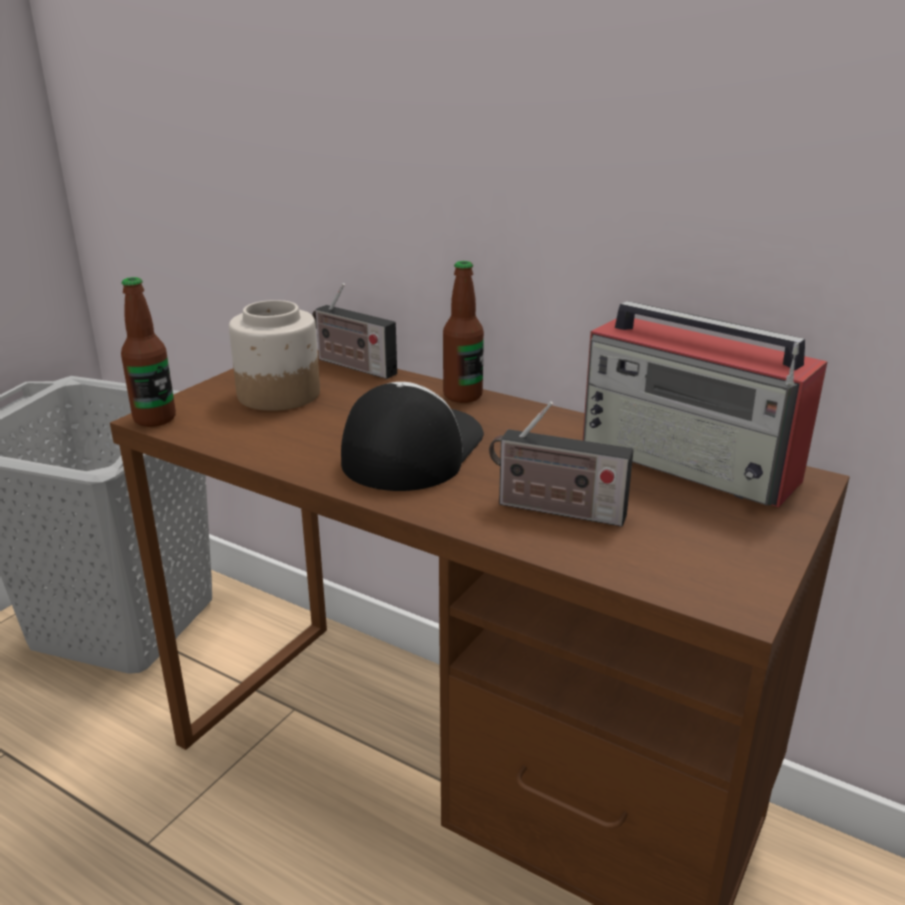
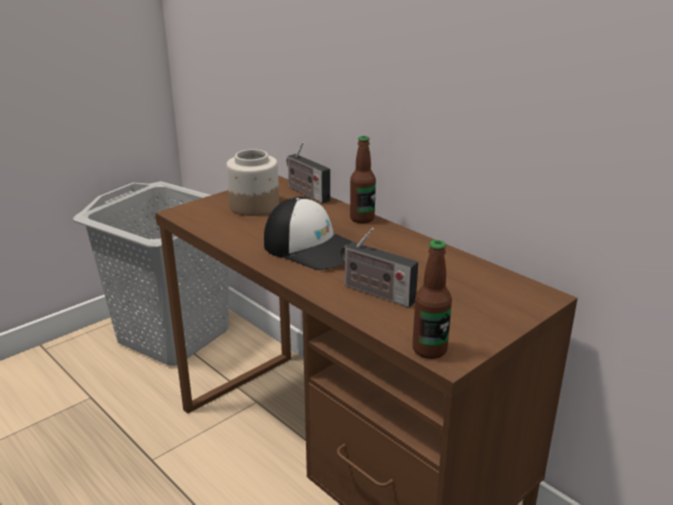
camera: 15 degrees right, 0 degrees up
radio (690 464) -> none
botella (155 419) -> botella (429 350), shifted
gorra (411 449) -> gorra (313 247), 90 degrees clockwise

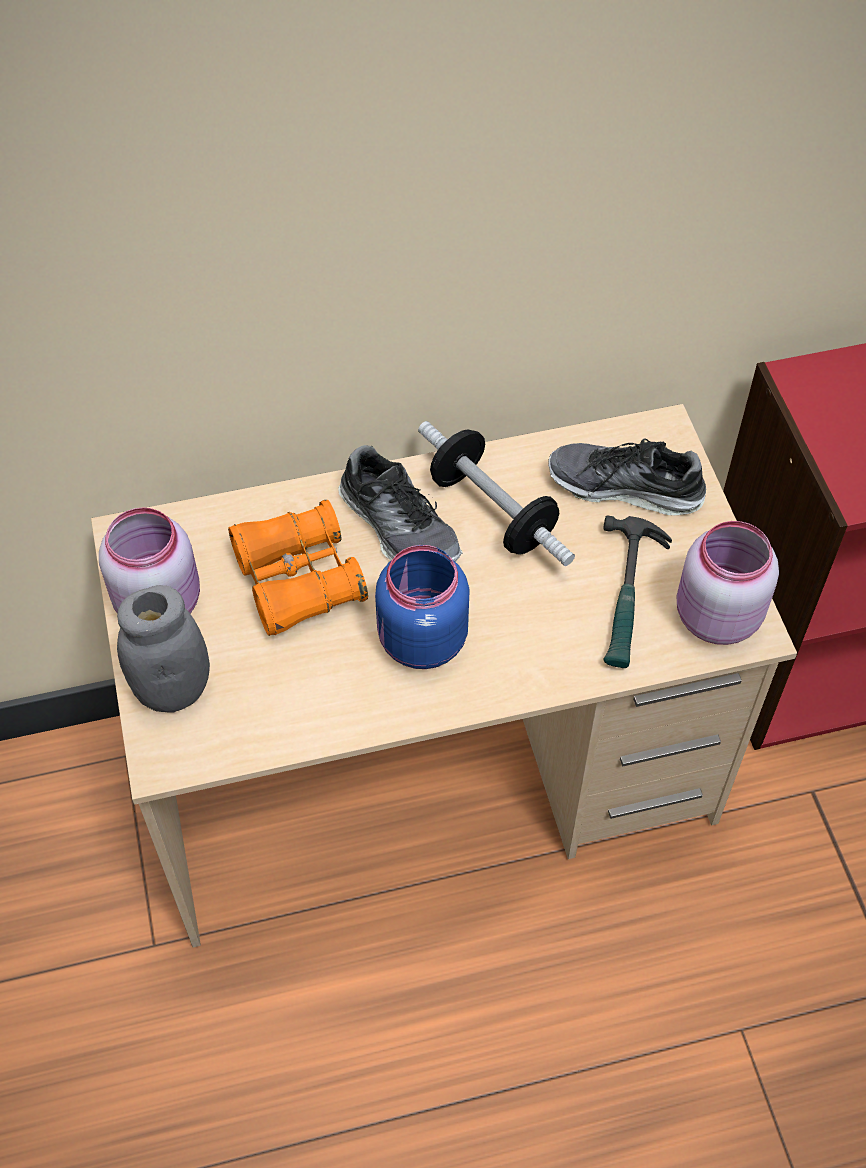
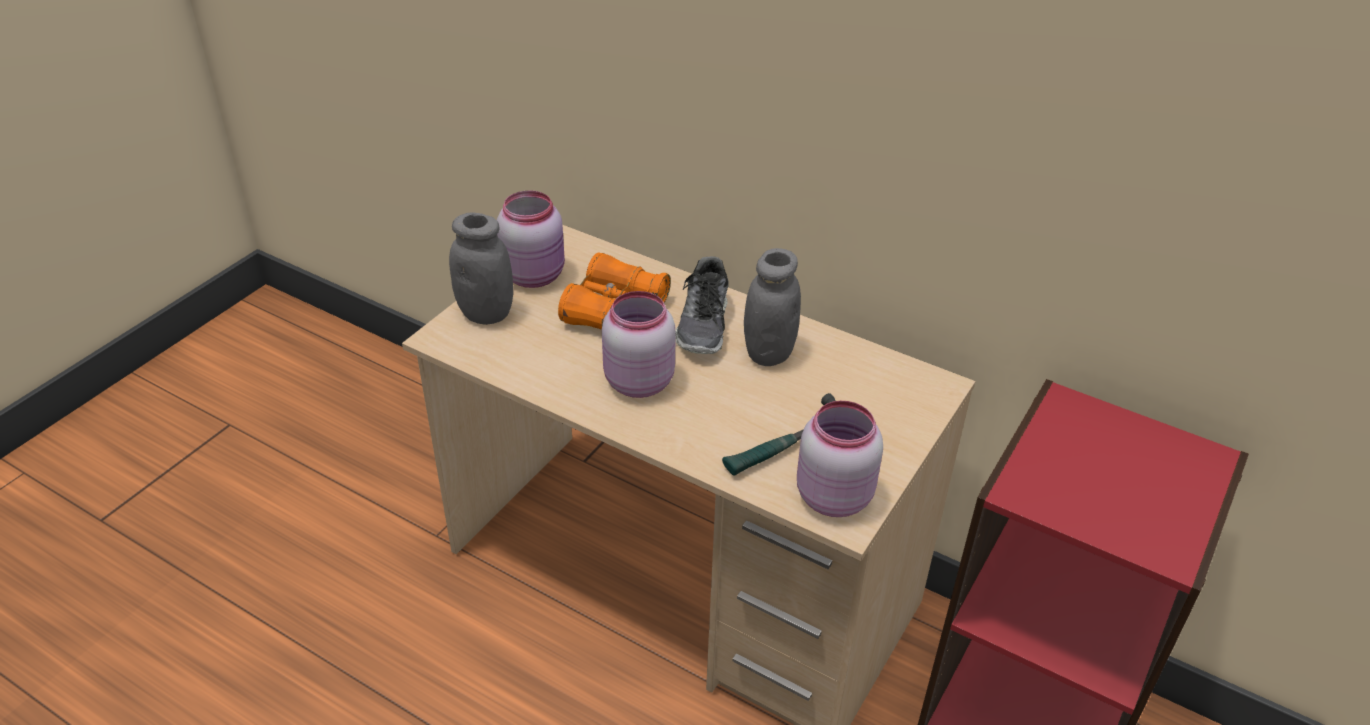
camera: 45 degrees right, 15 degrees down
zapato (625 488) -> none
mancuerna (492 511) -> tarro/gris (769 353)
tarro/azul (420 642) -> tarro/rosa (637 381)

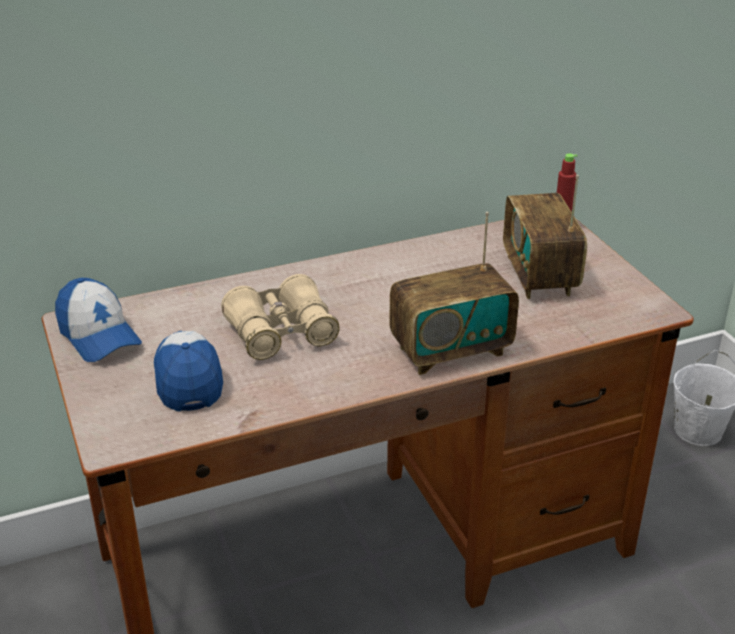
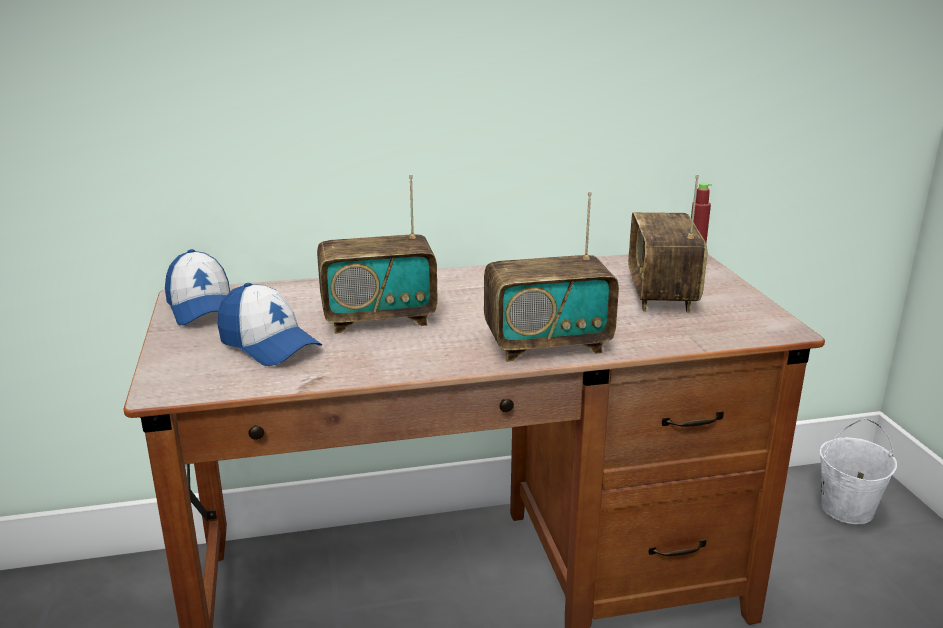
camera: 10 degrees right, 10 degrees down
prismáticos/beis (281 333) -> radio (378 319)
gorra (188 377) -> gorra (269 345), 135 degrees clockwise

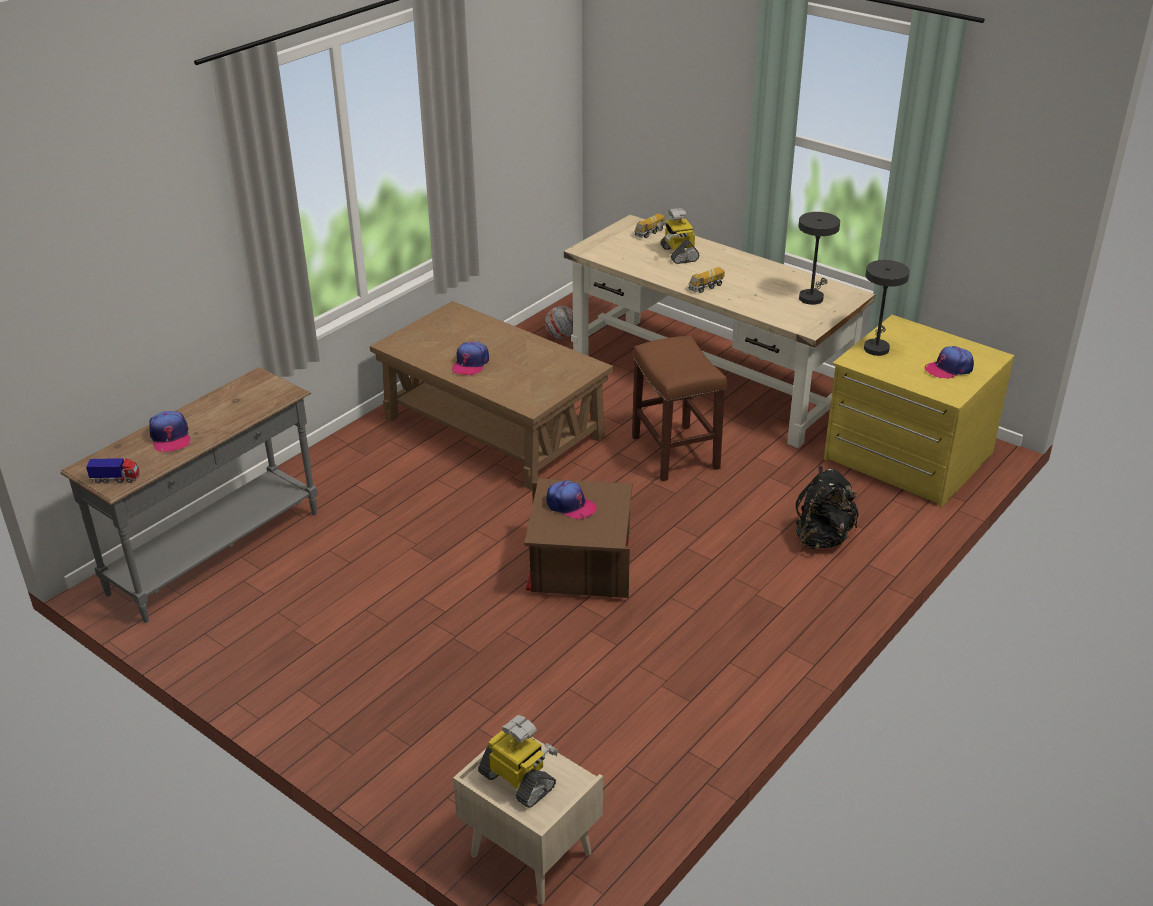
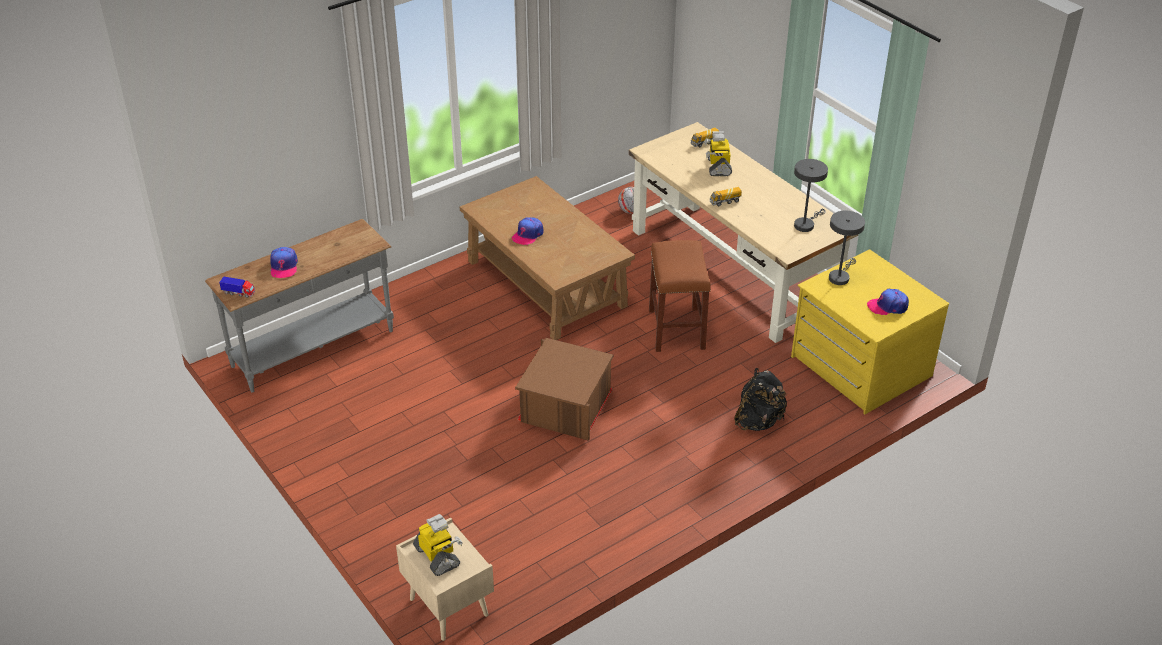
camera: 15 degrees right, 5 degrees up
gorra (570 505) -> none

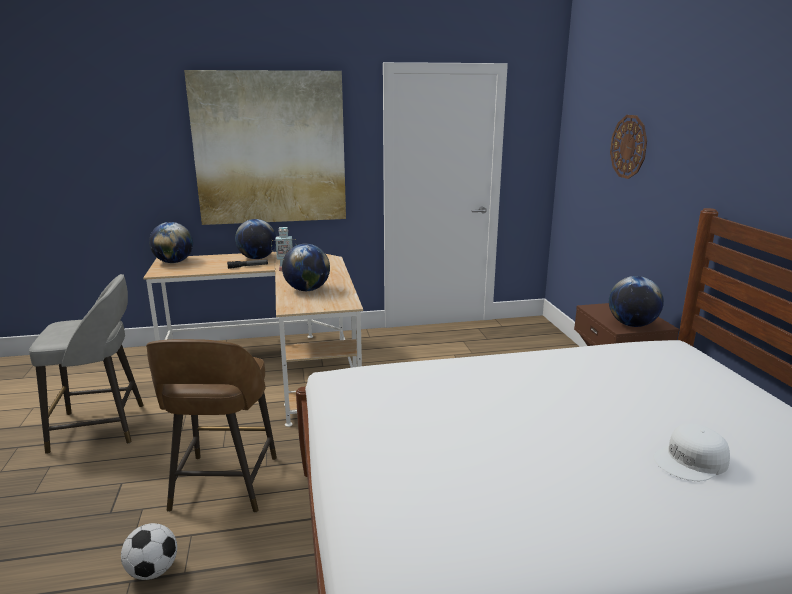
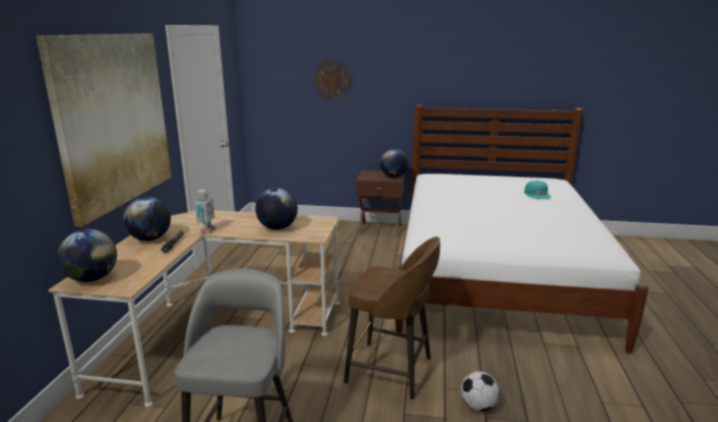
camera: 70 degrees left, 0 degrees up
gorra/blanco (691 461) -> gorra/turquesa (537 194)

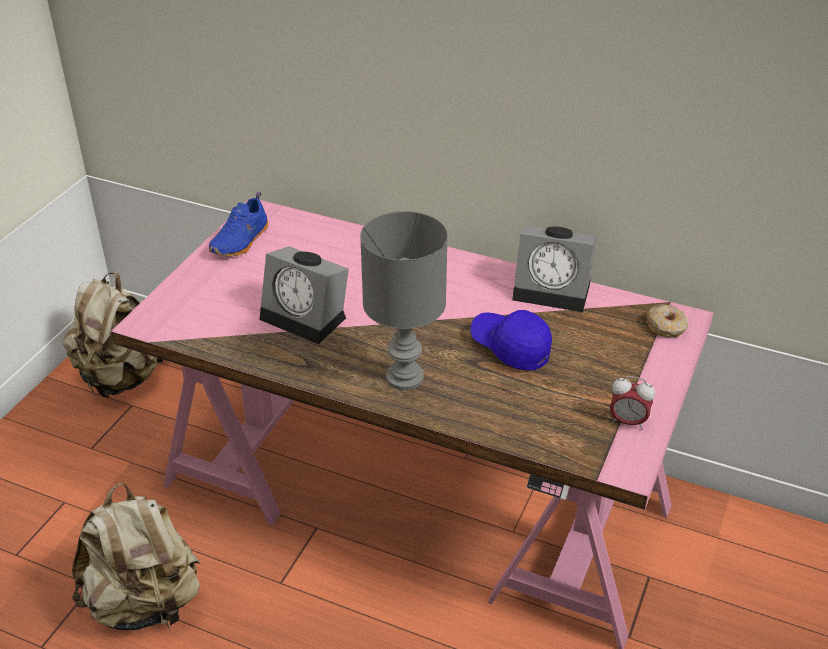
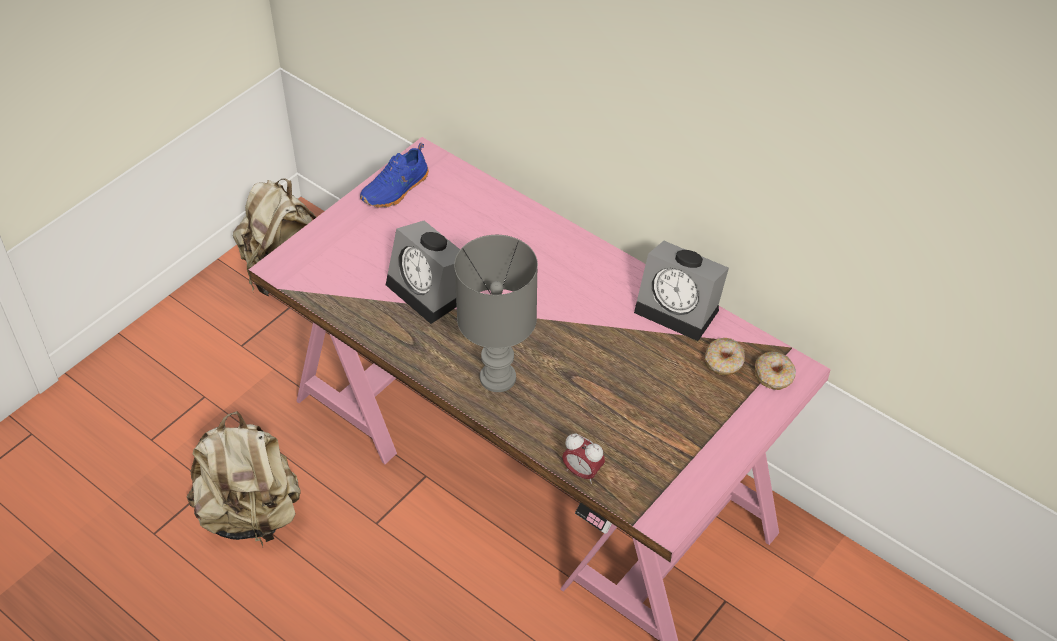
camera: 15 degrees right, 10 degrees up
gorra/azul (510 348) -> none
none -> rosquilla (724 362)
despertador (627 422) -> despertador (582 472), shifted

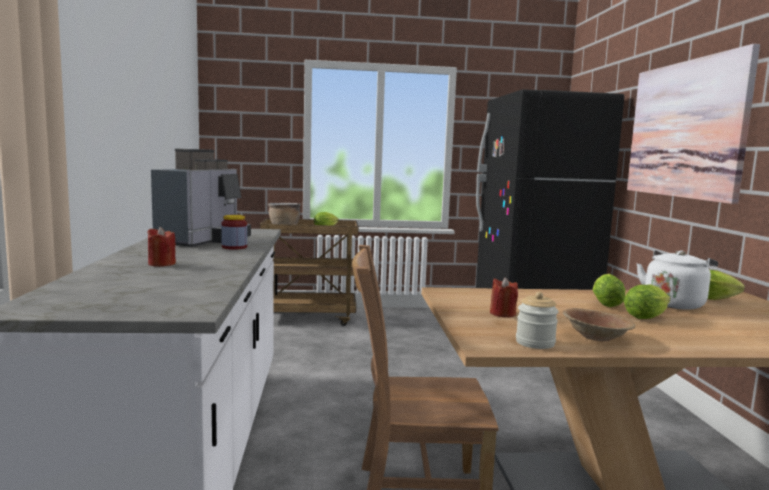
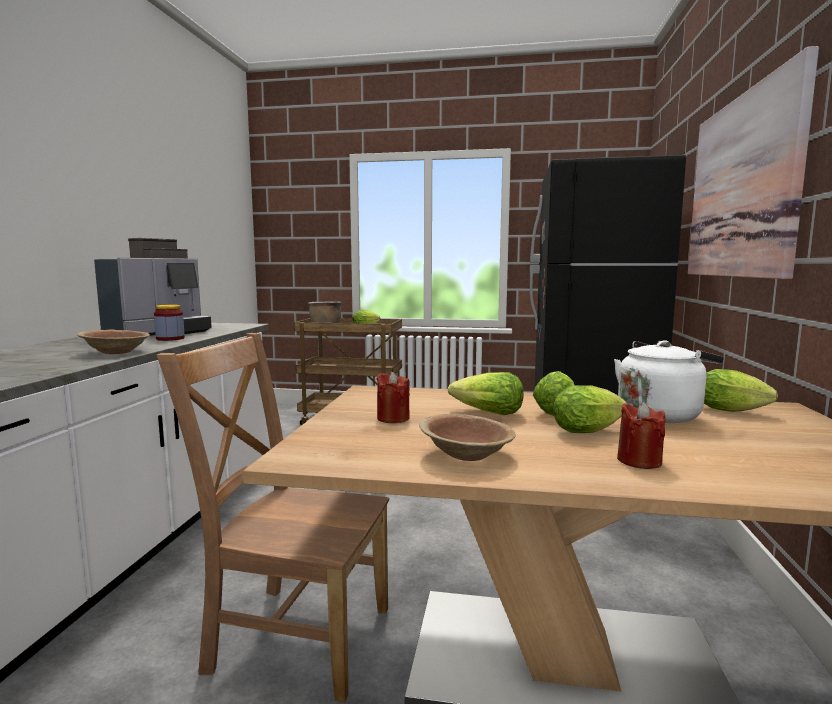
camera: 15 degrees right, 0 degrees up
tarro (535 343) -> none
none -> cuenco/marrón (116 352)
none -> lechuga (487 413)
vela/rojo (162 264) -> vela/rojo (639 461), shifted

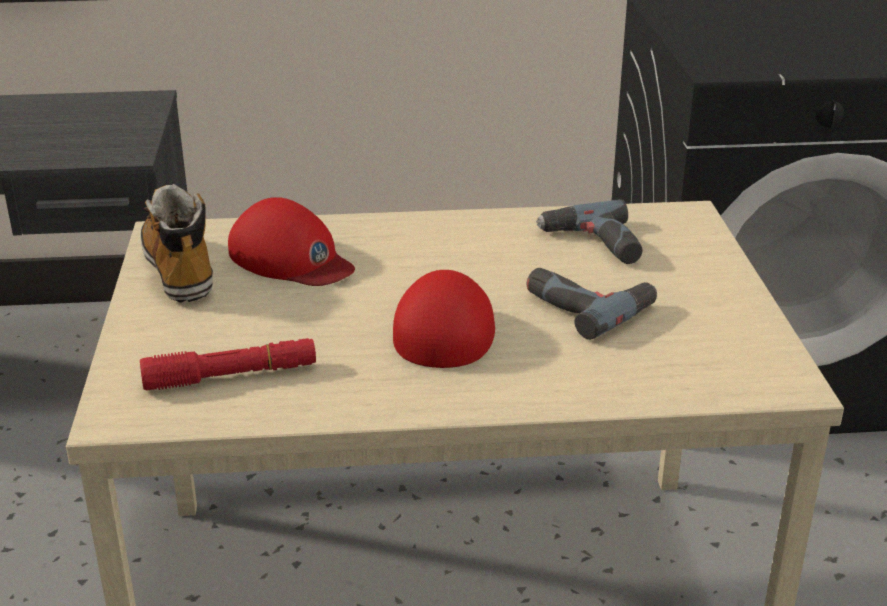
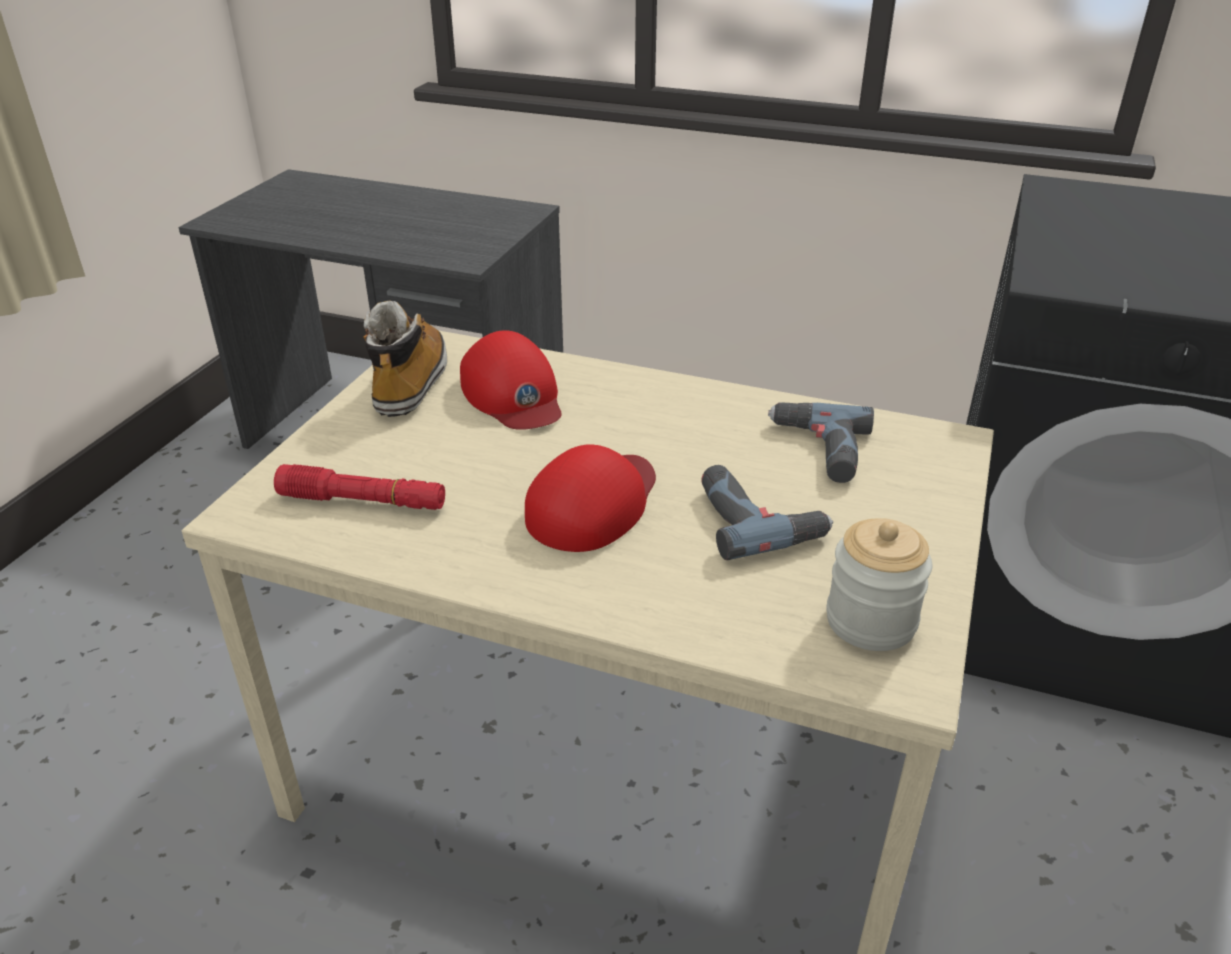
camera: 25 degrees right, 5 degrees up
none -> tarro (871 621)

